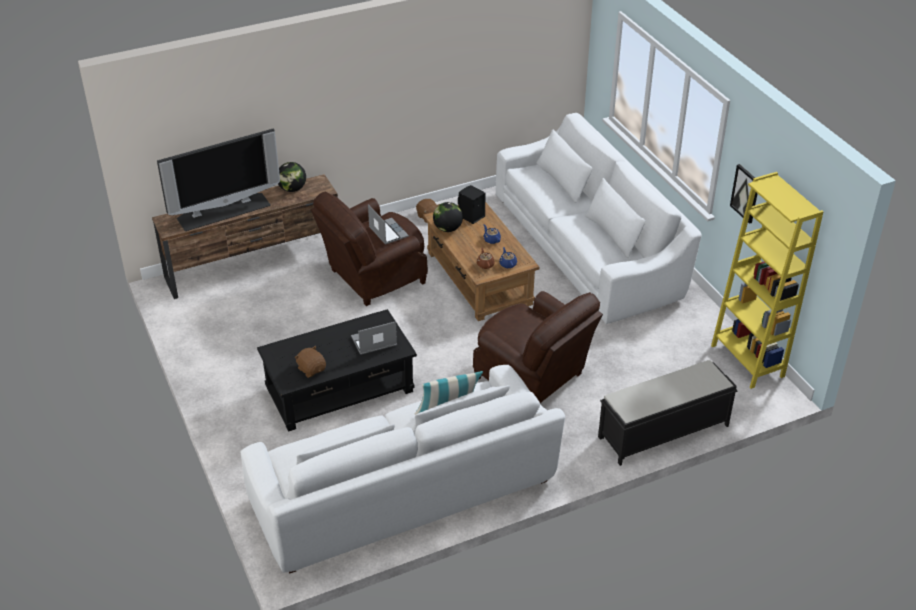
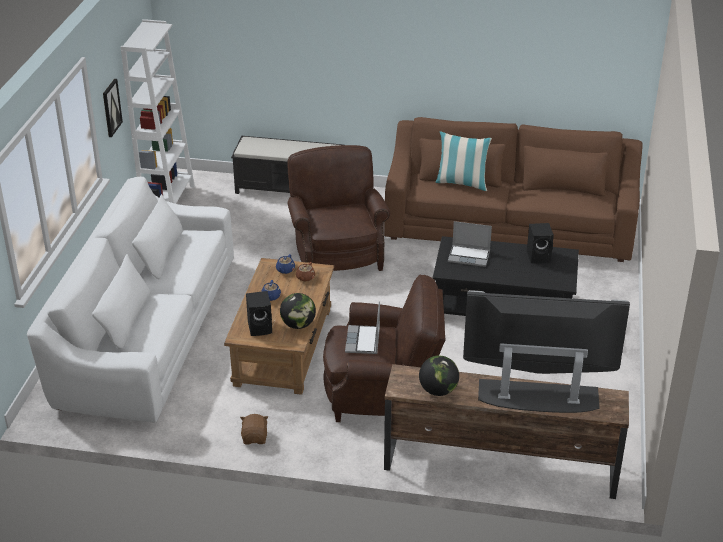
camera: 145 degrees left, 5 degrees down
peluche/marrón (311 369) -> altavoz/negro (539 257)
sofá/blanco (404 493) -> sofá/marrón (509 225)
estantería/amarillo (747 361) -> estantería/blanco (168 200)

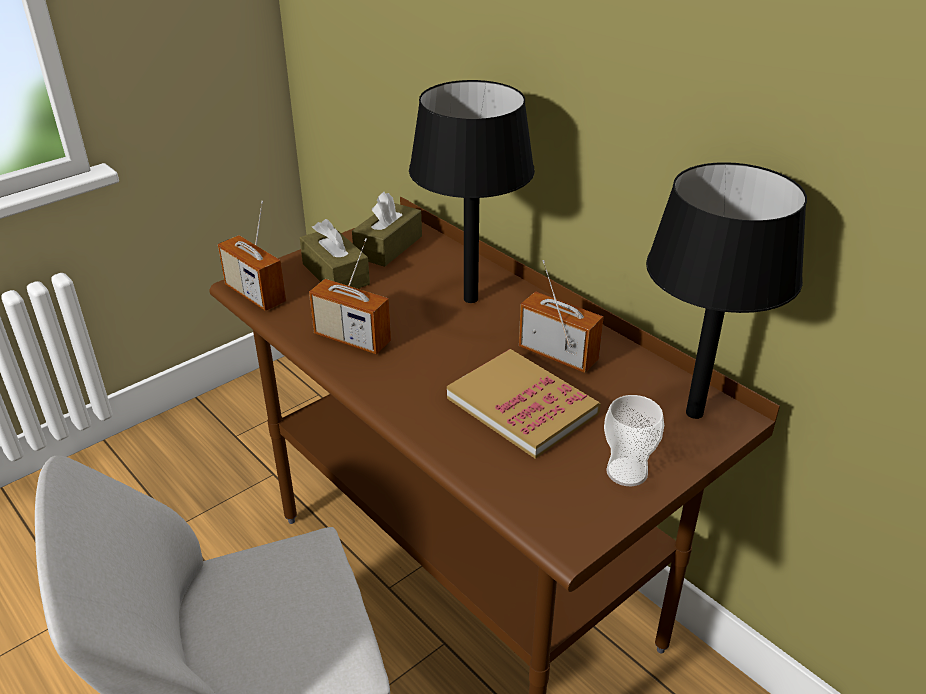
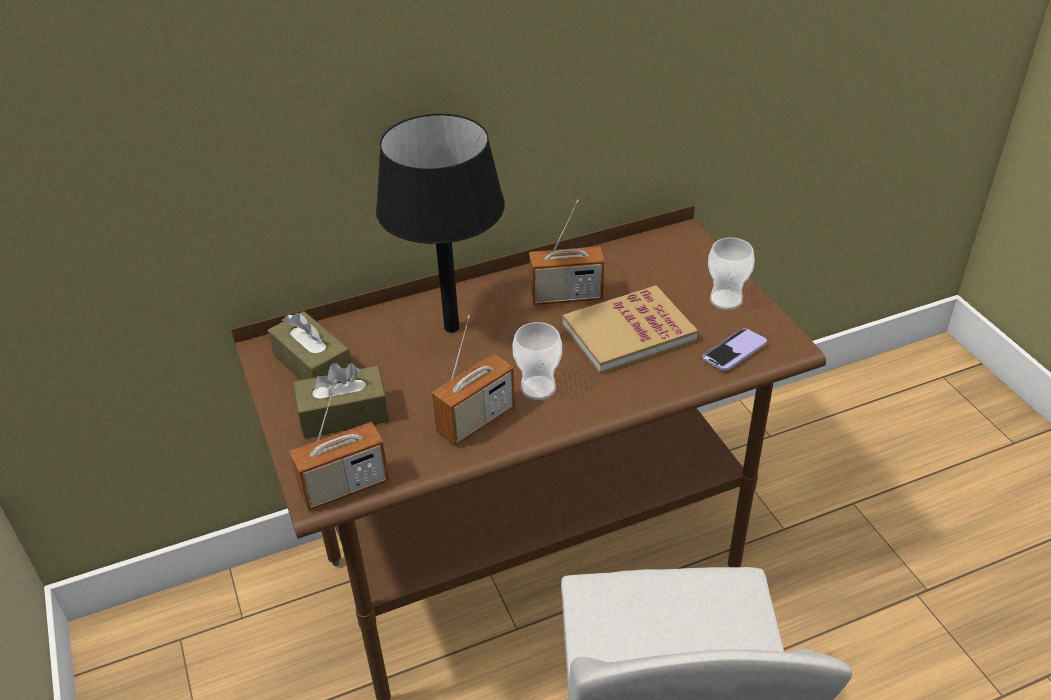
camera: 70 degrees left, 5 degrees up
lámpara de mesa/negro (694 413) -> none
none -> taza (538 388)
none -> móvil (734 351)
radio (558 354) -> radio (566 296), 150 degrees counterclockwise

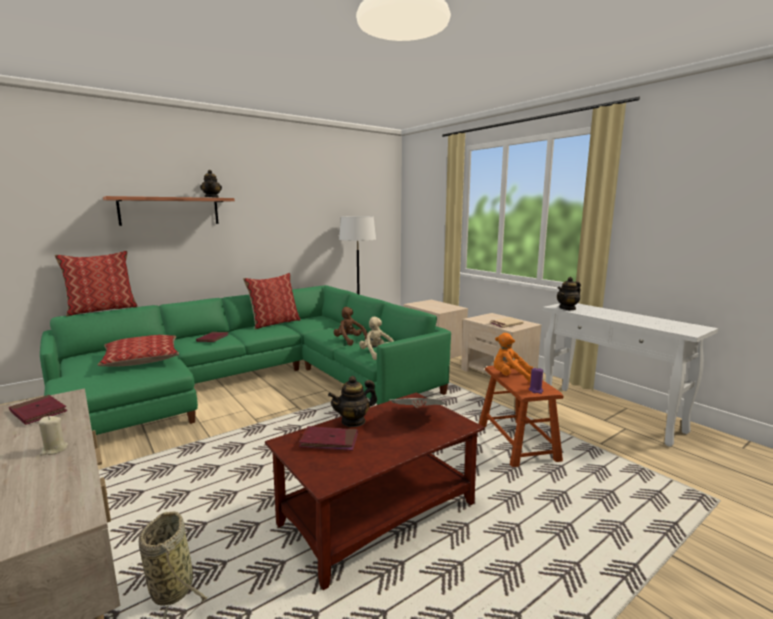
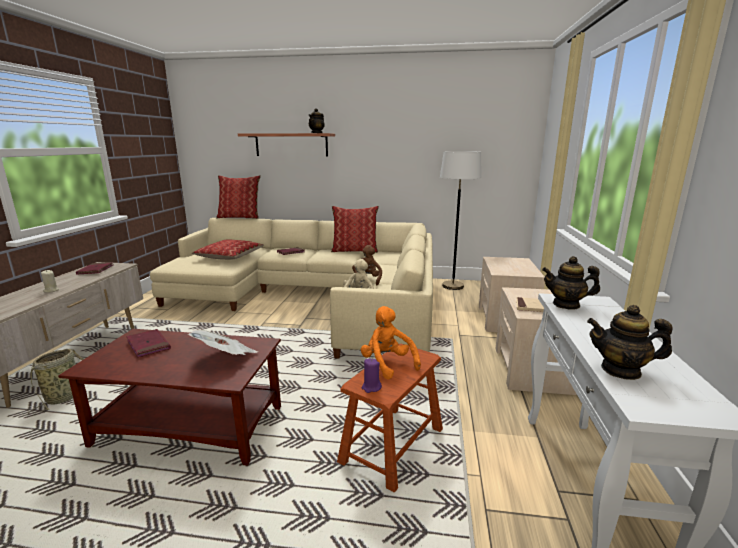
camera: 45 degrees right, 5 degrees up
tetera (353 421) -> tetera (621 370), shifted
sofá/verde (257 381) -> sofá/beis (315 296)

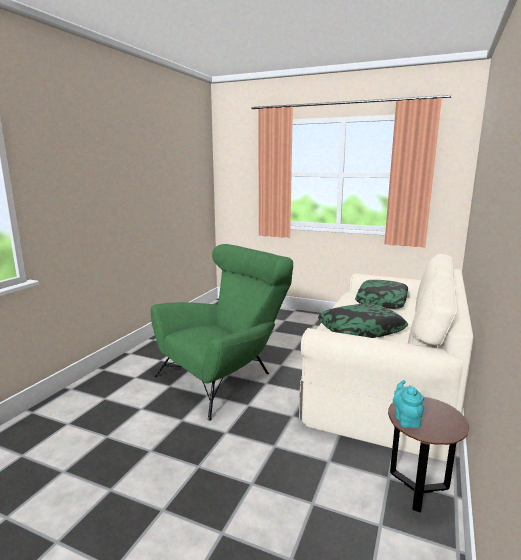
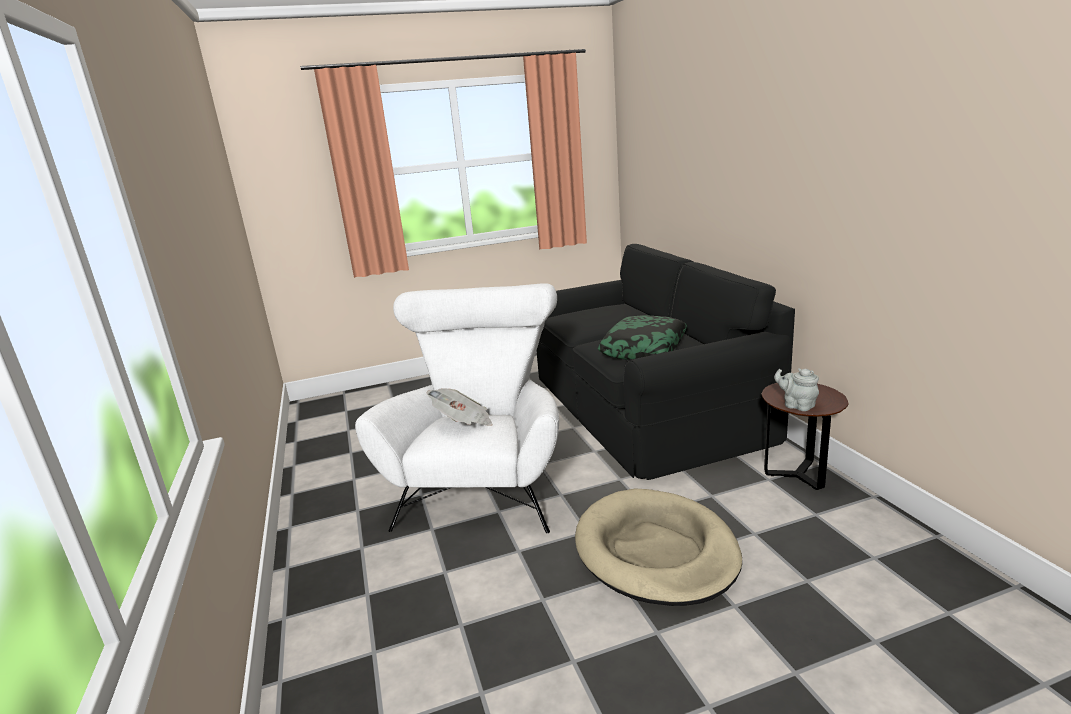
camera: 40 degrees left, 5 degrees up
cojín (382 301) -> none
none -> periódico (463 422)
none -> cama para perro/beis (655 551)
sillón/verde (225 377) -> sillón/blanco (483 483)
sofá/beis (385 382) -> sofá/negro (645 406)
tetera/turquesa (406 419) -> tetera/gris (797 405)

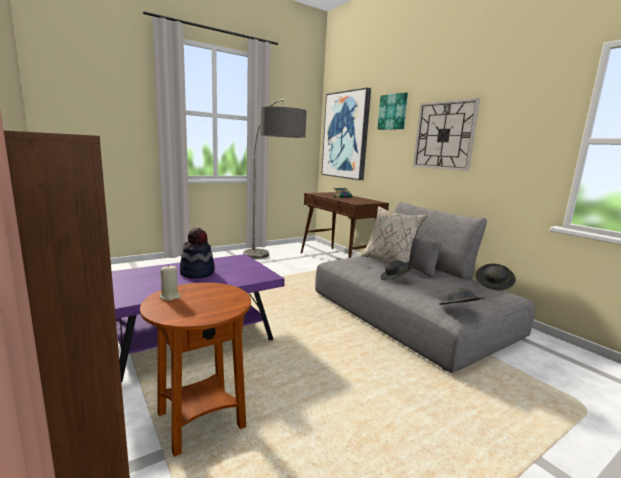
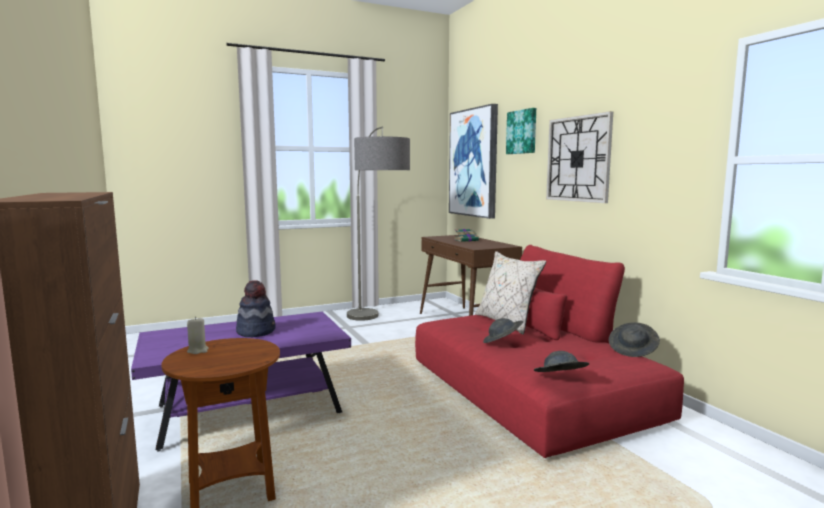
camera: 10 degrees right, 5 degrees down
sofá/gris (412 314) -> sofá/rojo (531 389)

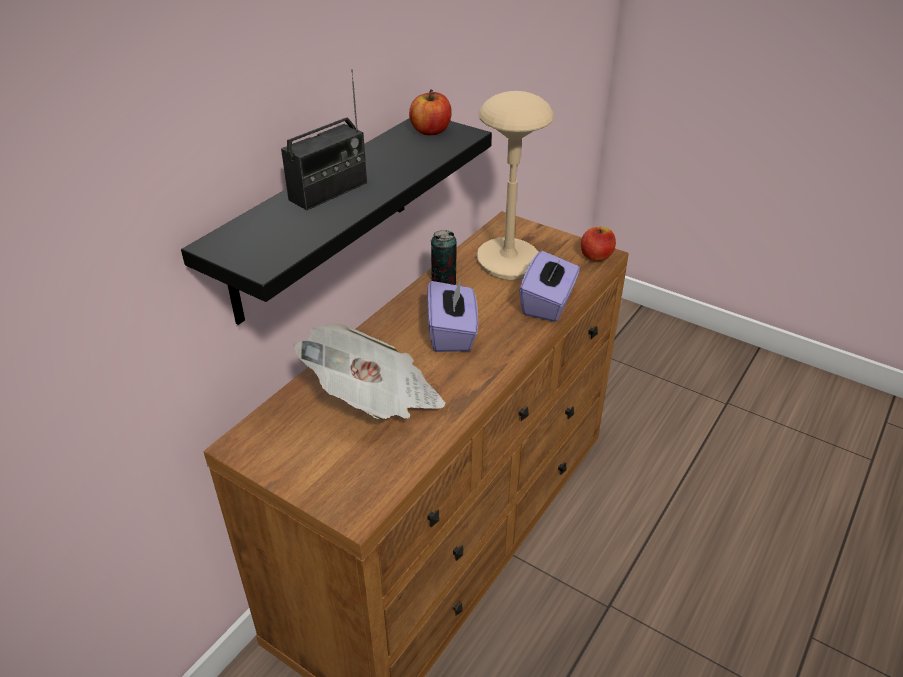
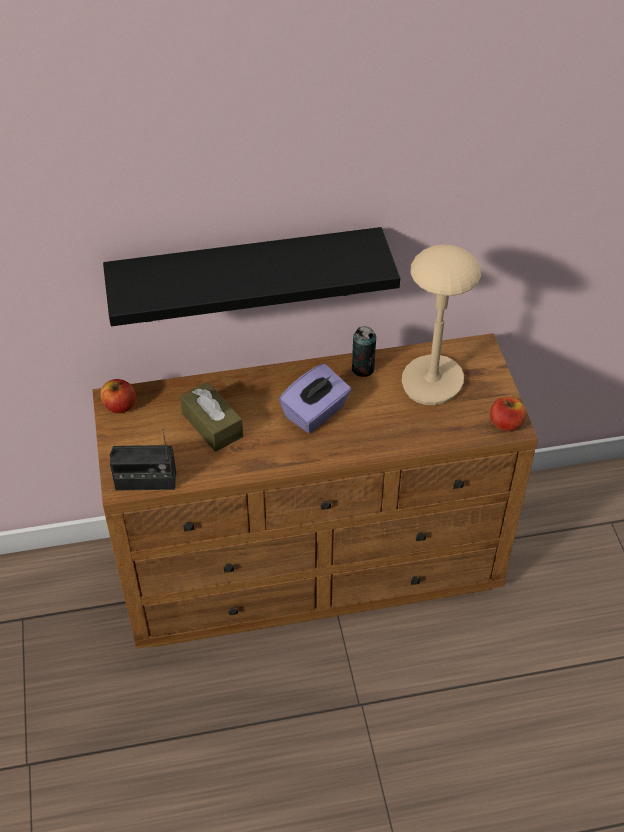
camera: 45 degrees right, 10 degrees up
caja de pañuelos/morado (548 304) -> none
radio (328 191) -> radio (146 481), shifted
manzana (431 131) -> manzana (120 406), shifted
periódico (375 400) -> caja de pañuelos/marrón (212 425)

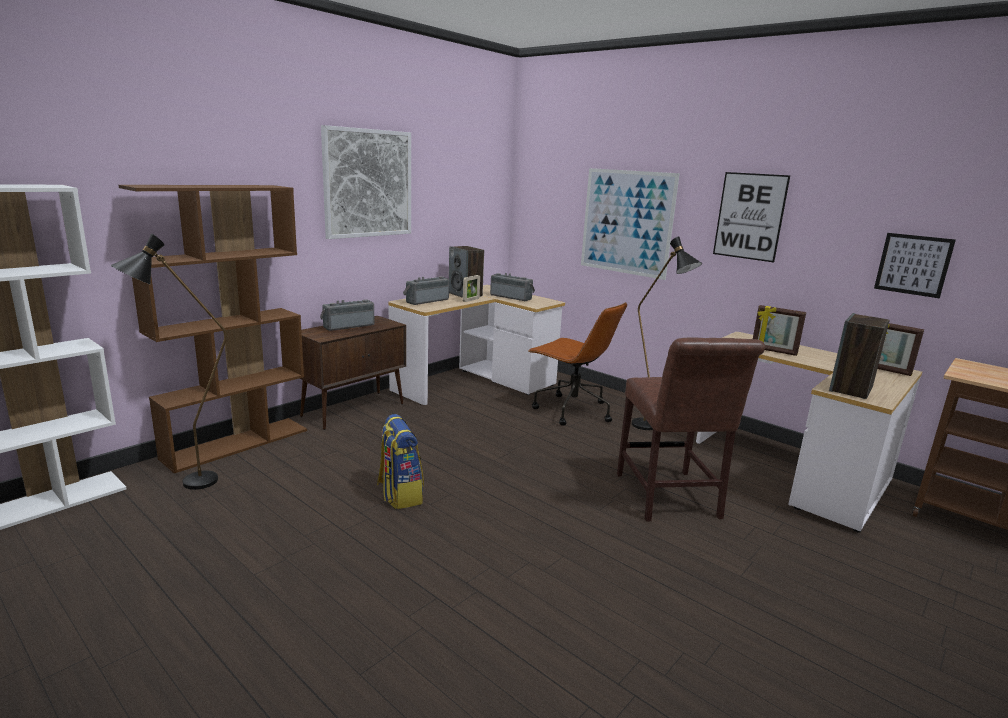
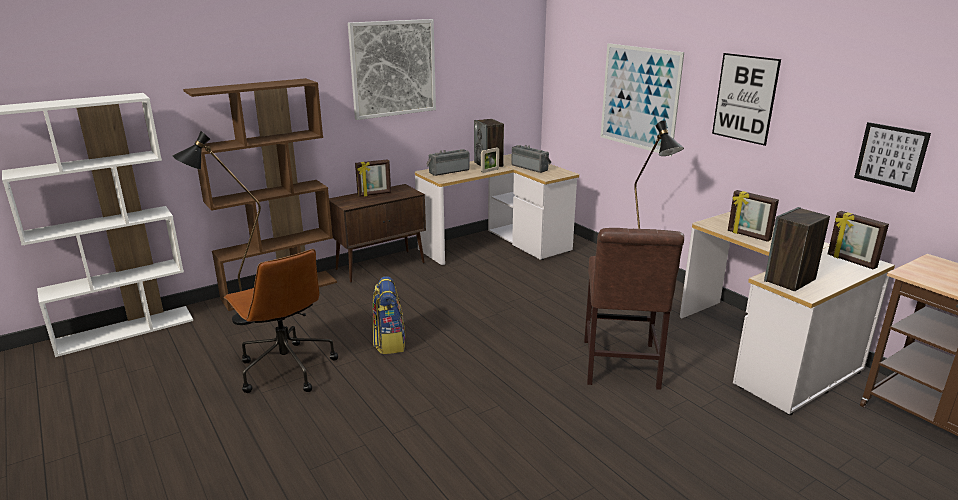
camera: 15 degrees right, 5 degrees up
silla de oficina/marrón (571 410) -> silla de oficina/marrón (285 369), shifted
radio (348 326) -> portarretratos (374 194)

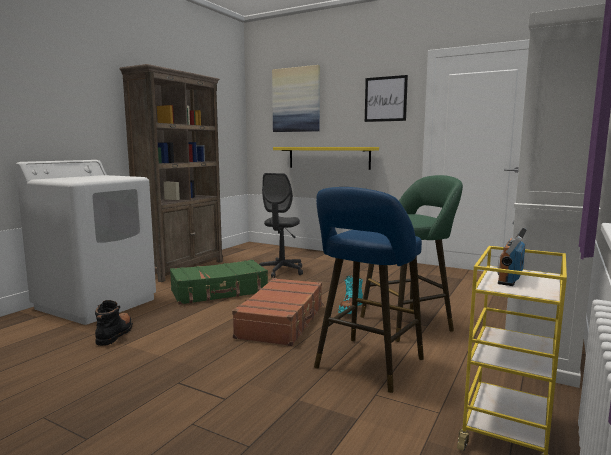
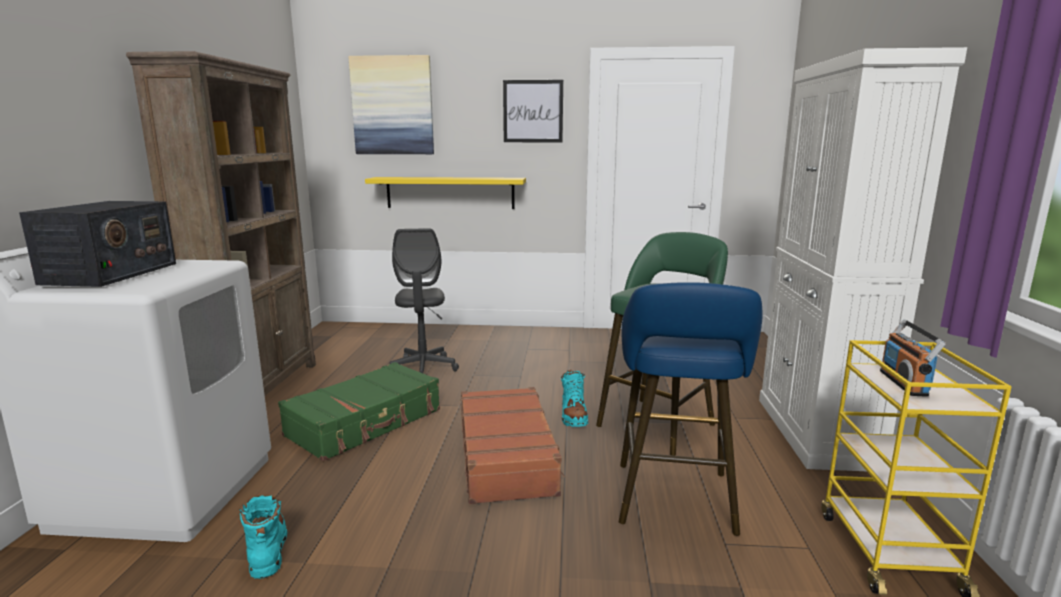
camera: 25 degrees left, 5 degrees up
none -> radio (110 273)
bota/negro (115 334) -> bota/turquesa (267 547)

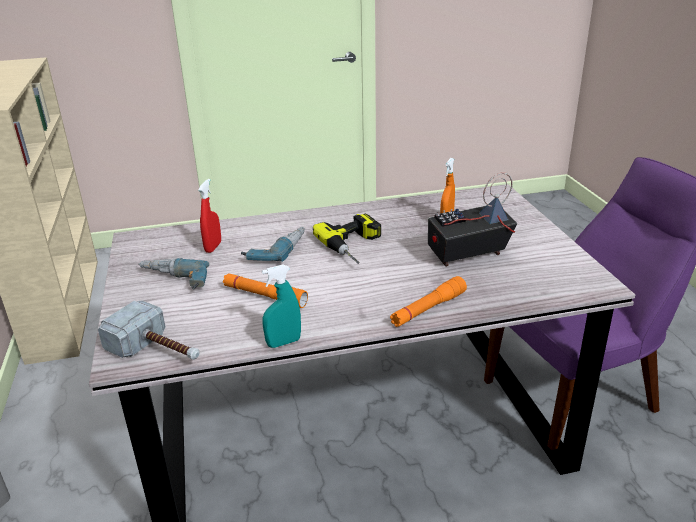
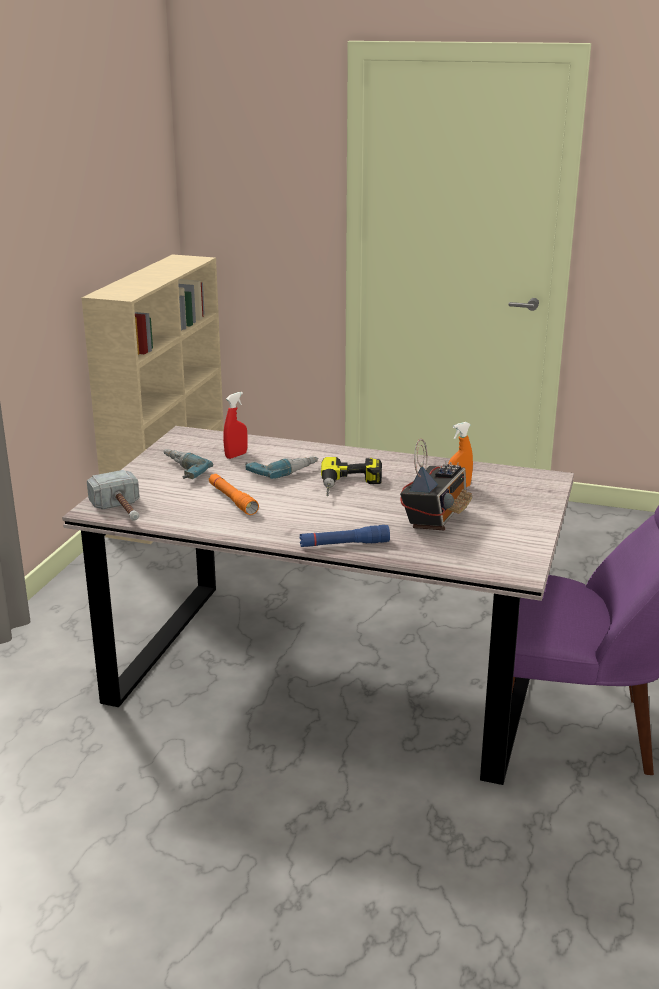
camera: 30 degrees right, 5 degrees down
pulverizador/turquesa (283 342) -> none
linterna/naranja (428 309) -> linterna/azul (344 544)
radio (466 255) -> radio (435 518), 105 degrees clockwise

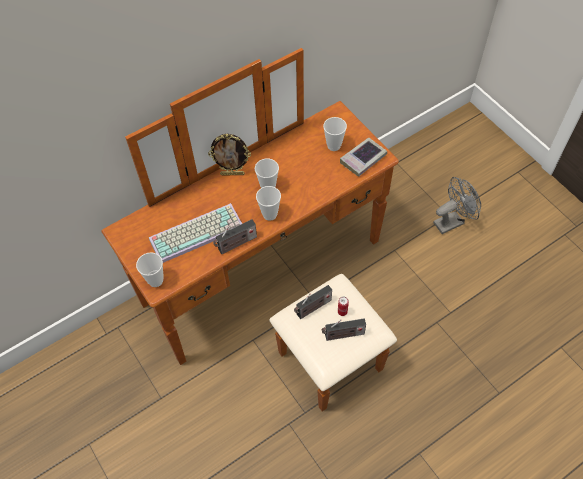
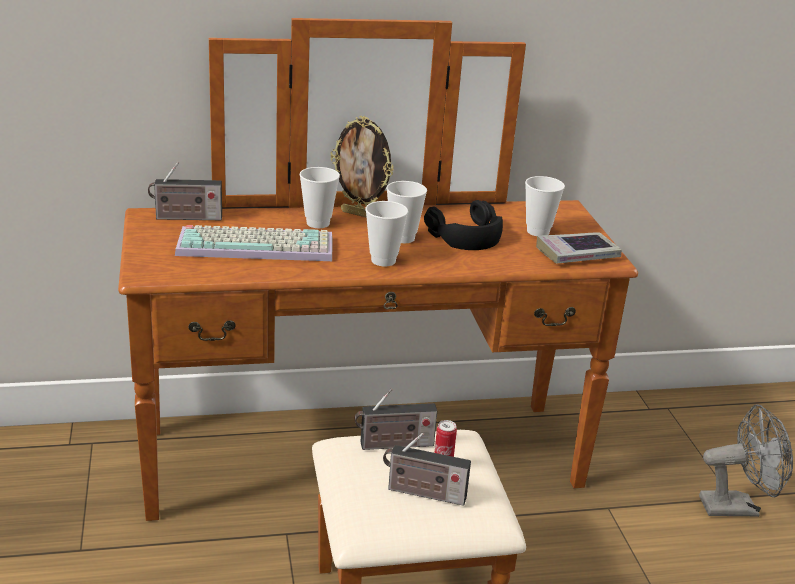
camera: 20 degrees right, 30 degrees down
none -> auriculares/negro (466 235)
taza (155 280) -> taza (318 223), shifted
radio (236 244) -> radio (185 218), shifted

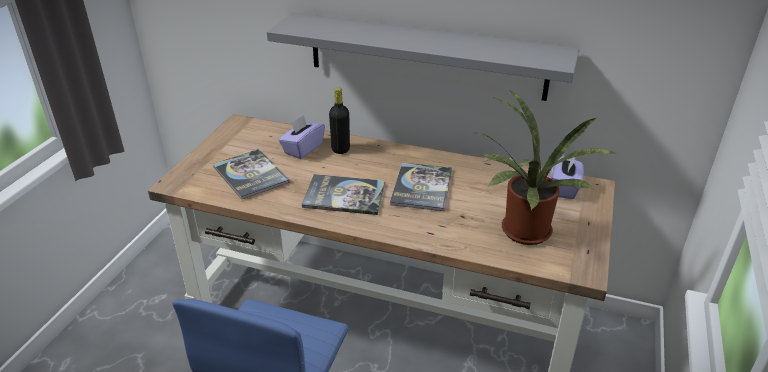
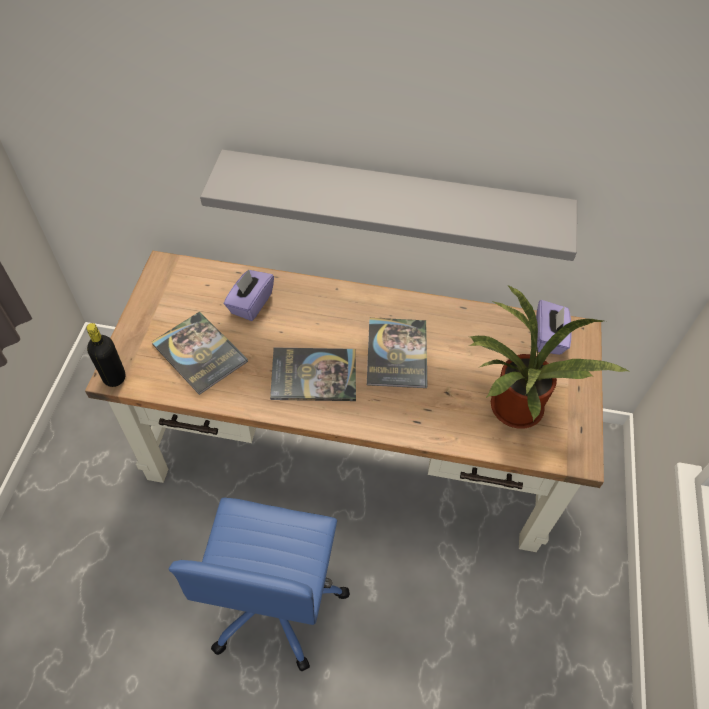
camera: 10 degrees left, 20 degrees up
botella/negro (340 149) -> botella/negro (114 377), shifted

